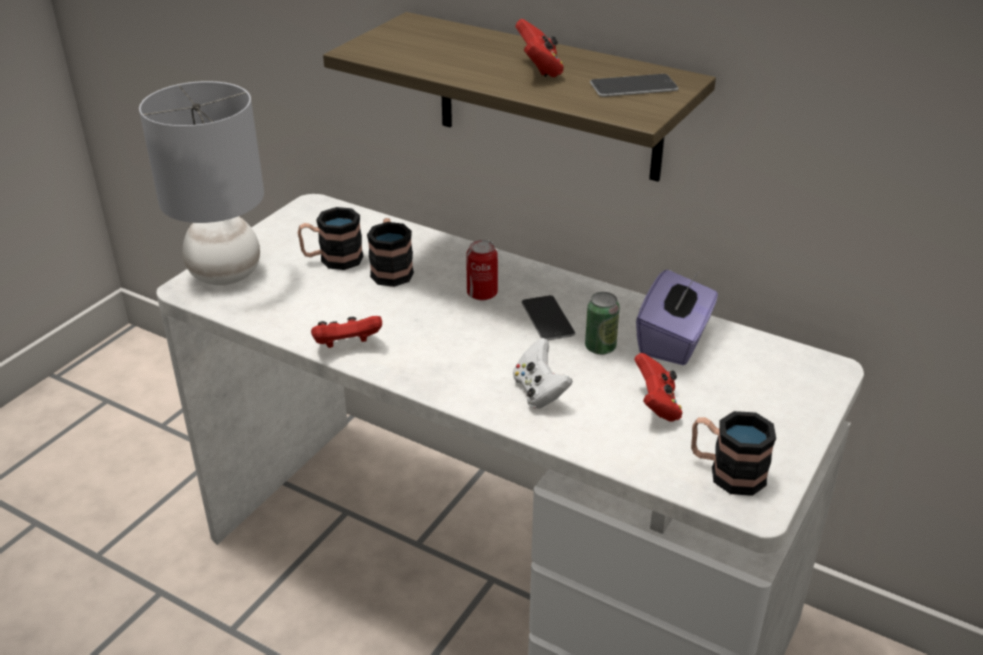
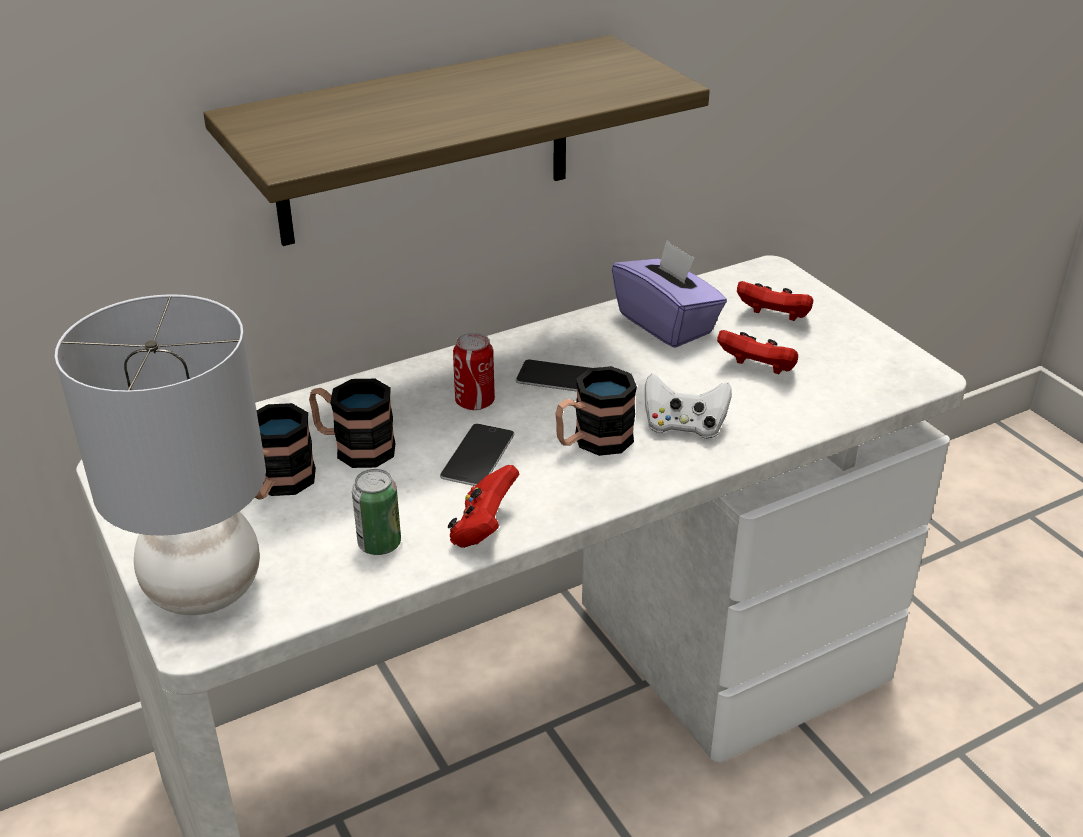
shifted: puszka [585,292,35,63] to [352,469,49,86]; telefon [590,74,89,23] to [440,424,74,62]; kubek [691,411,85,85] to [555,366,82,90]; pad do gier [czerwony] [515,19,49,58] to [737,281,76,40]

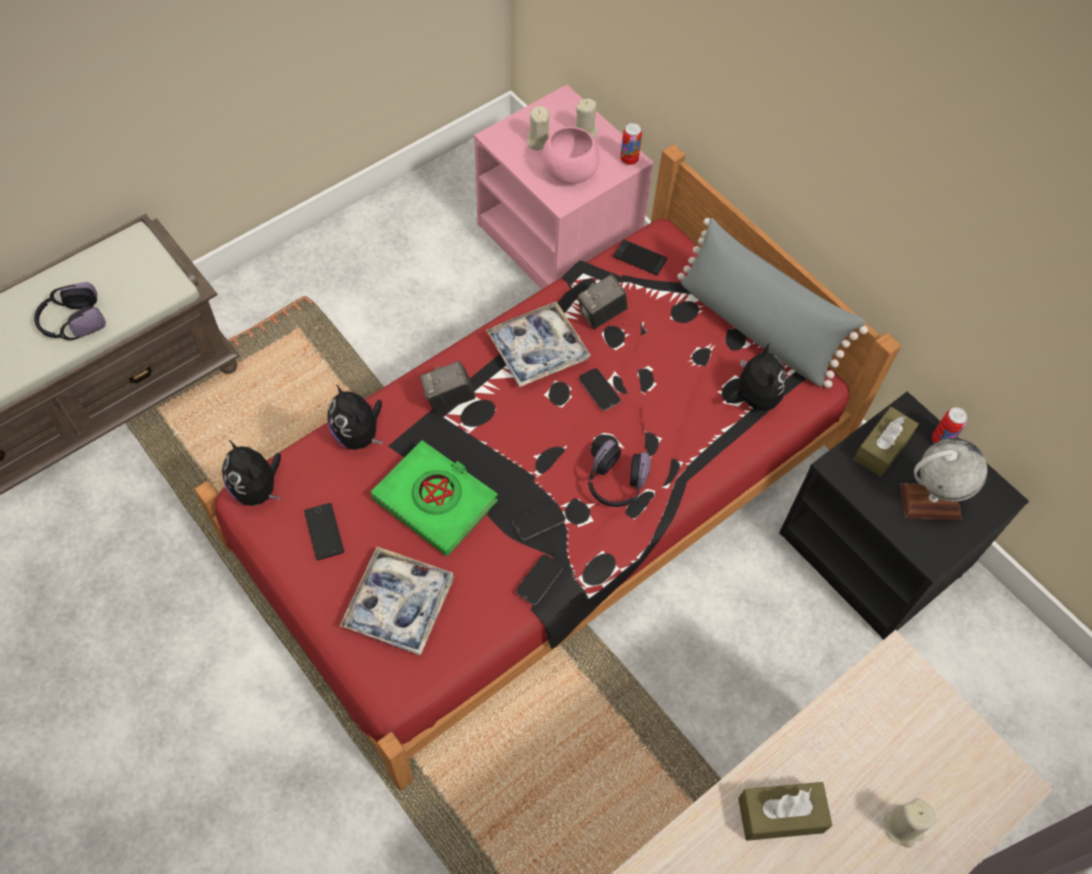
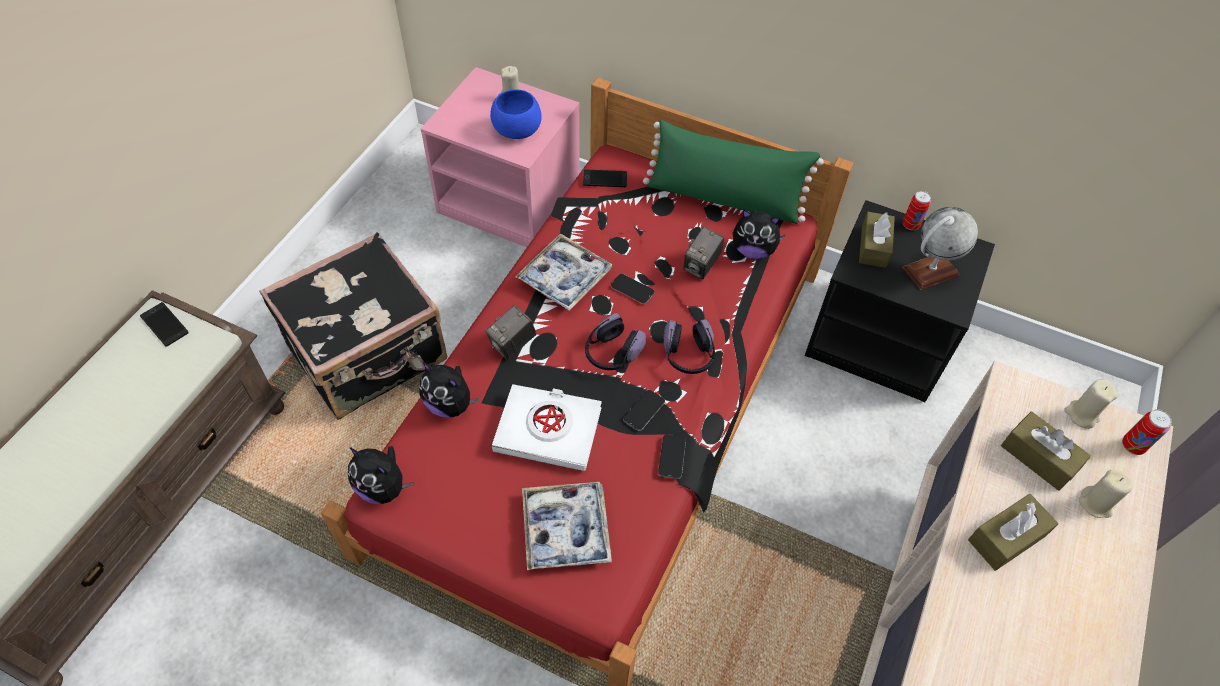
new: walizka [czarny] [259,233,188,187]; pudełko chusteczek [brązowy] [1001,411,90,80]
shifted: telefon [304,503,40,57] to [140,302,49,45]; słuchawki [34,282,72,58] to [585,313,61,57]; aparat fotograficzny [578,274,50,55] to [683,226,41,54]; świeca [beżowy] [527,106,22,44] to [1064,379,54,50]; puszka [620,123,22,42] to [1122,409,50,46]
repainted: miska [różowy] [542,127,57,57] to miska [niebieski] [490,89,52,50]; książka [zielony] [371,440,127,116] to książka [biały] [492,384,110,87]; poduszka [szary] [677,218,191,170] to poduszka [zielony] [643,120,181,104]
rotated: pluszak [726,343,61,68] = [733,210,52,49] 135 degrees clockwise

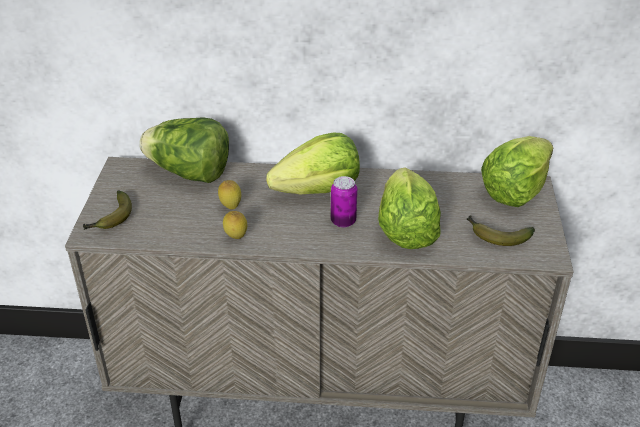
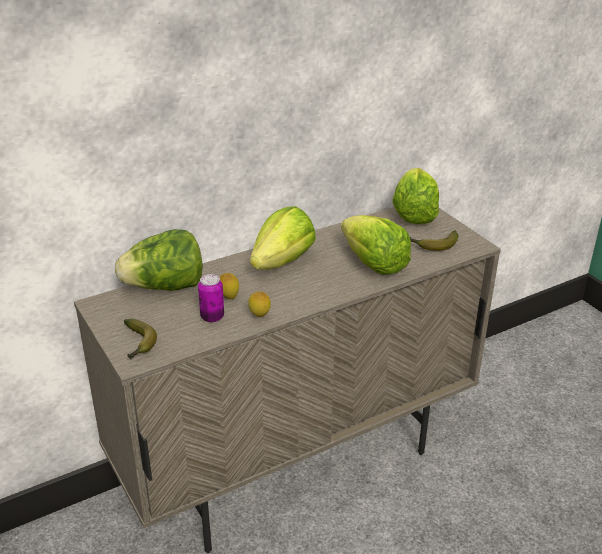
shifted: puszka [331,176,26,52] to [198,274,26,48]

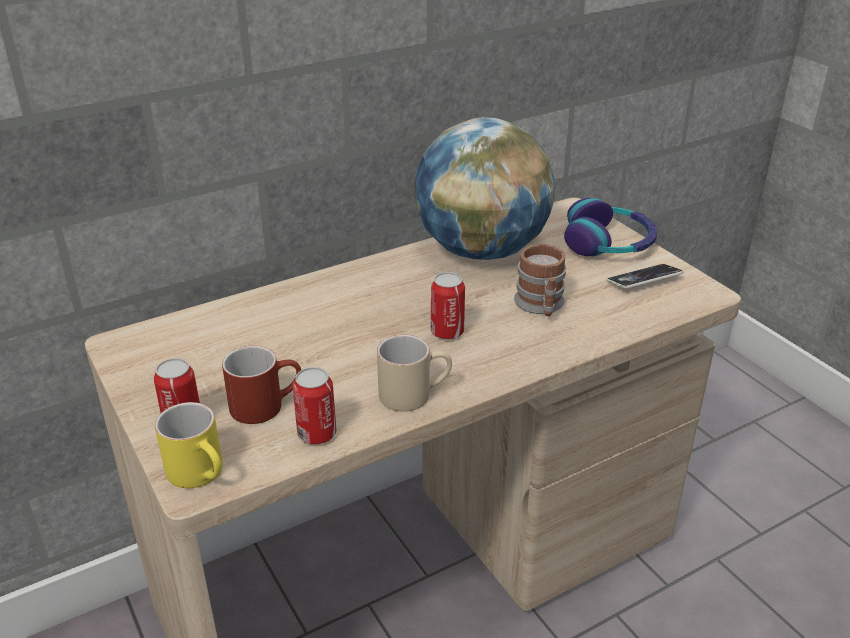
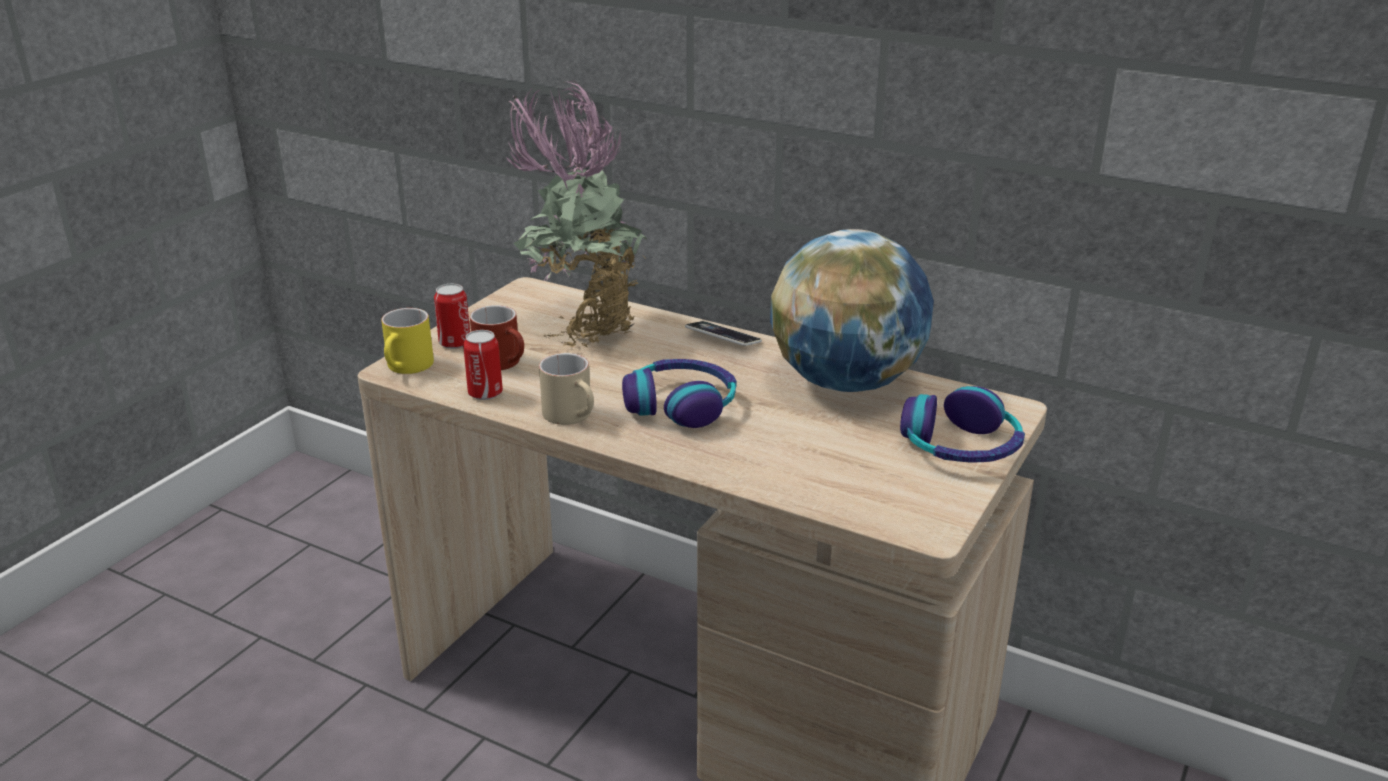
gone: kubek [514,243,52,73]
new: roślina doniczkowa [506,81,141,267]
shifted: telefon [607,264,76,25] to [685,321,77,25]
swapped: puszka [431,272,34,68] to słuchawki [622,359,115,69]

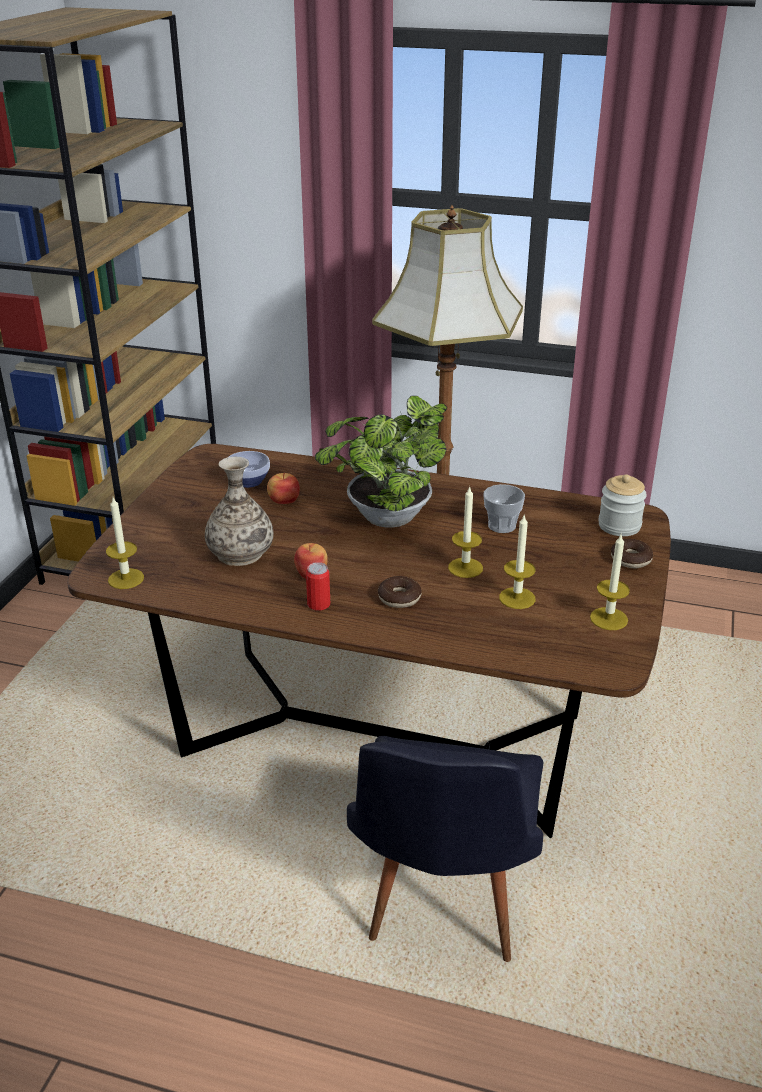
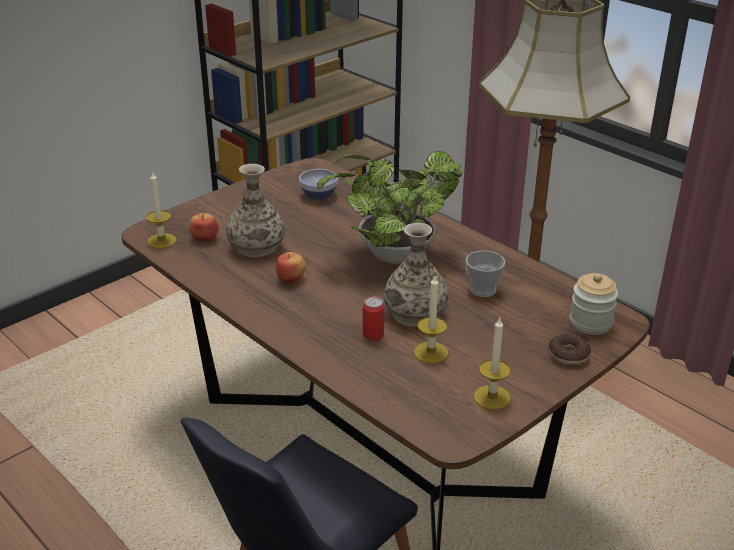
gone: donut [377,576,45,32]
shifted: jabłko [267,473,33,31] to [189,213,29,29]; puszka [306,562,24,49] to [363,297,21,44]
swapped: świeca [448,486,35,92] to wazon [384,223,64,104]

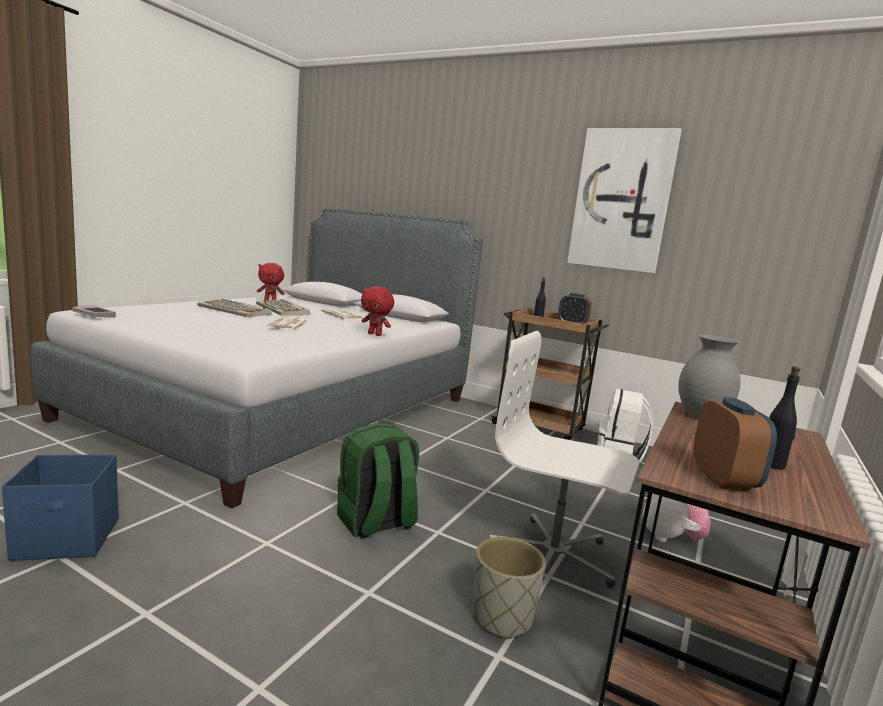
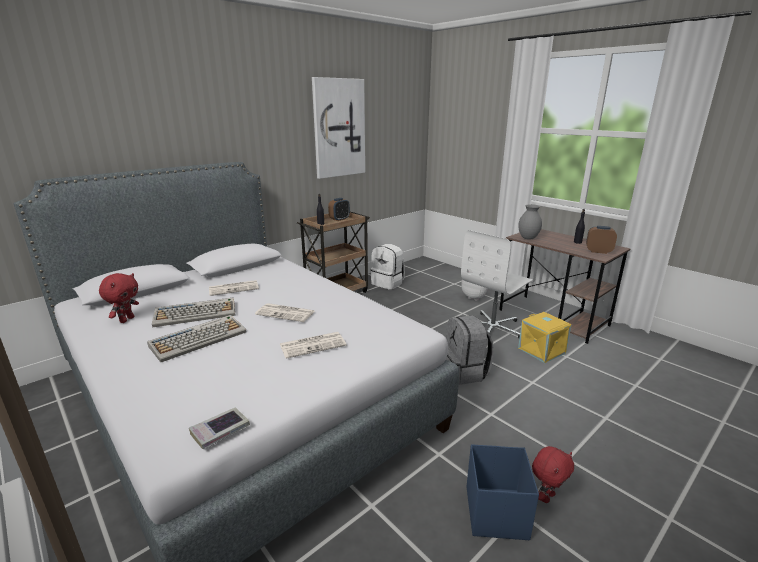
new: gazeta [280,332,66,27]
shifted: pluszak [czerwony] [361,286,33,50] to [532,446,42,57]
swapped: donica [szary] [473,537,73,102] to pojemnik do przechowywania [żółty] [518,312,53,51]
repainted: plecak [zielony] [337,423,82,116] to plecak [szary] [445,315,49,70]

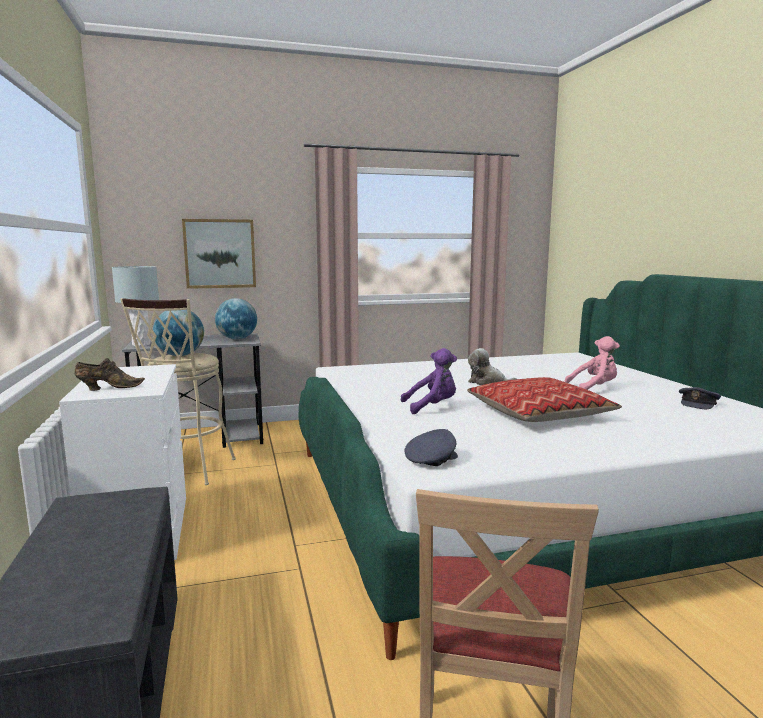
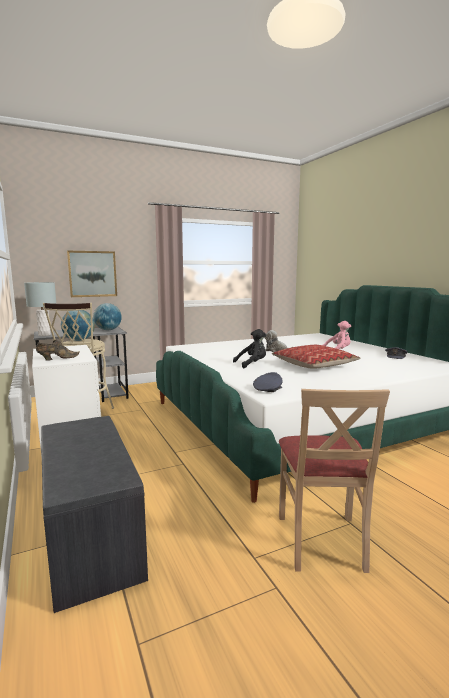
repainted: pluszak [fioletowy] [401,348,56,66] to pluszak [czarny] [233,329,34,40]

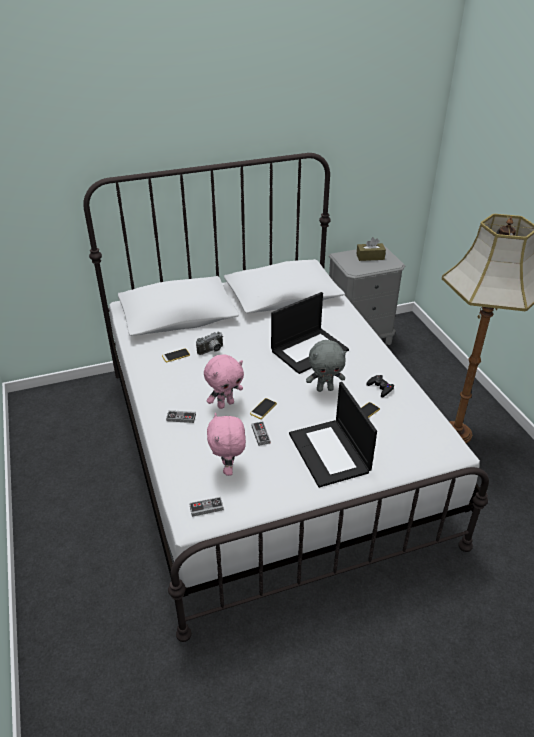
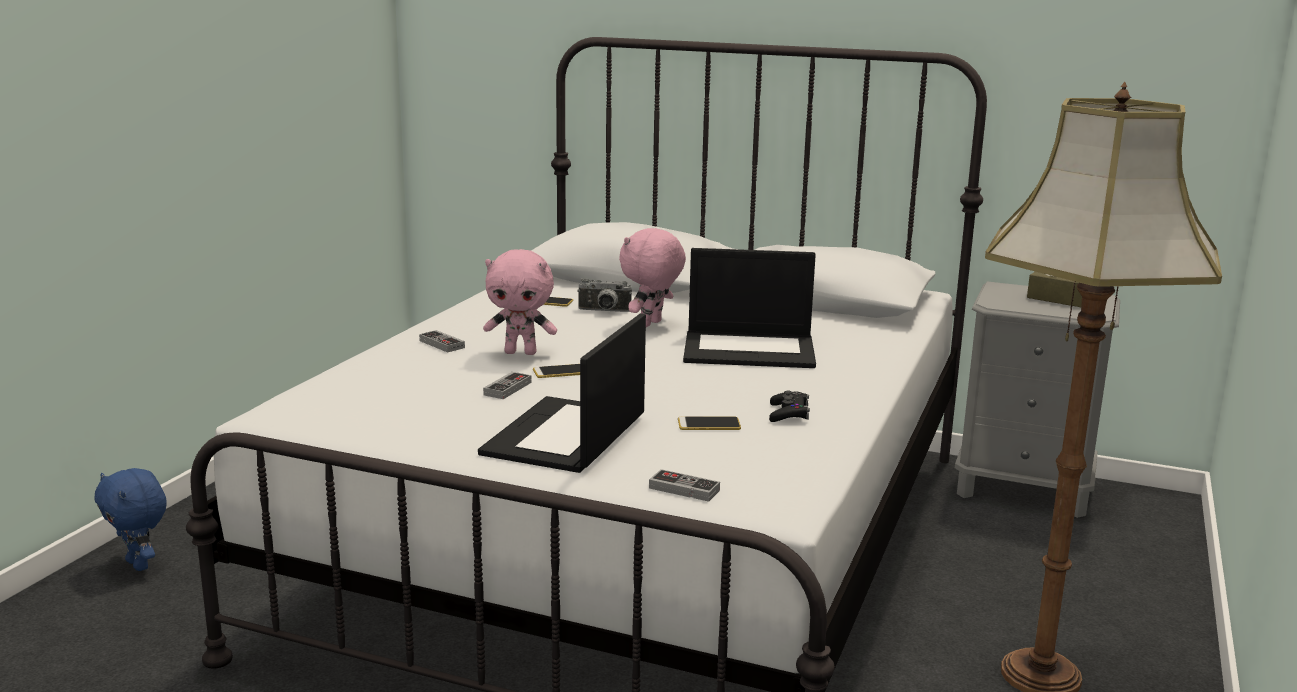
gone: pluszak [szary] [306,340,40,52]
new: pluszak [niebieski] [94,468,73,103]
shifted: pluszak [różowy] [207,412,39,64] to [619,228,67,99]; pad do gier [189,497,35,20] to [649,469,71,33]

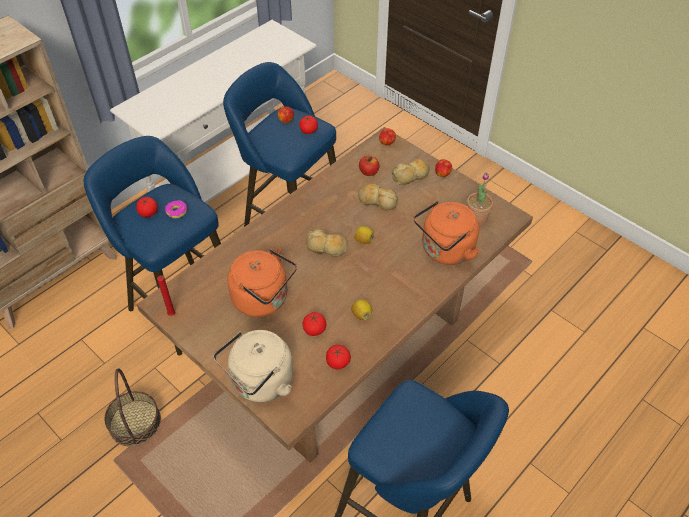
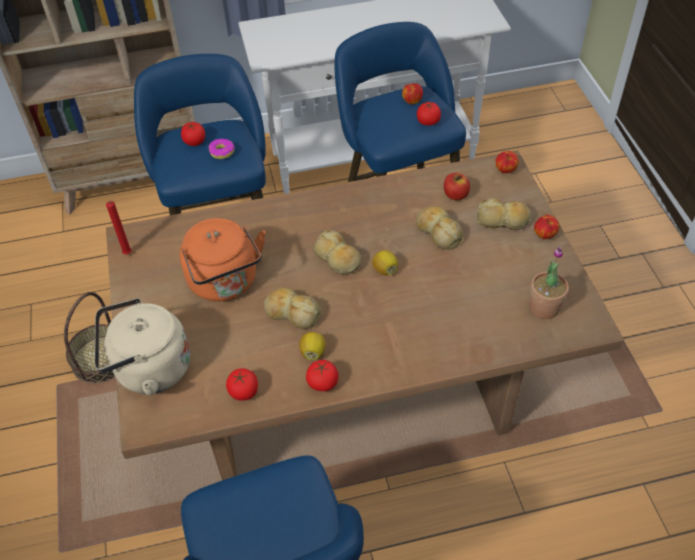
gone: czajnik [pomarańczowy] [414,201,66,64]
new: chleb [264,288,58,41]
shifted: pomidor [302,312,24,24] to [306,360,33,31]

